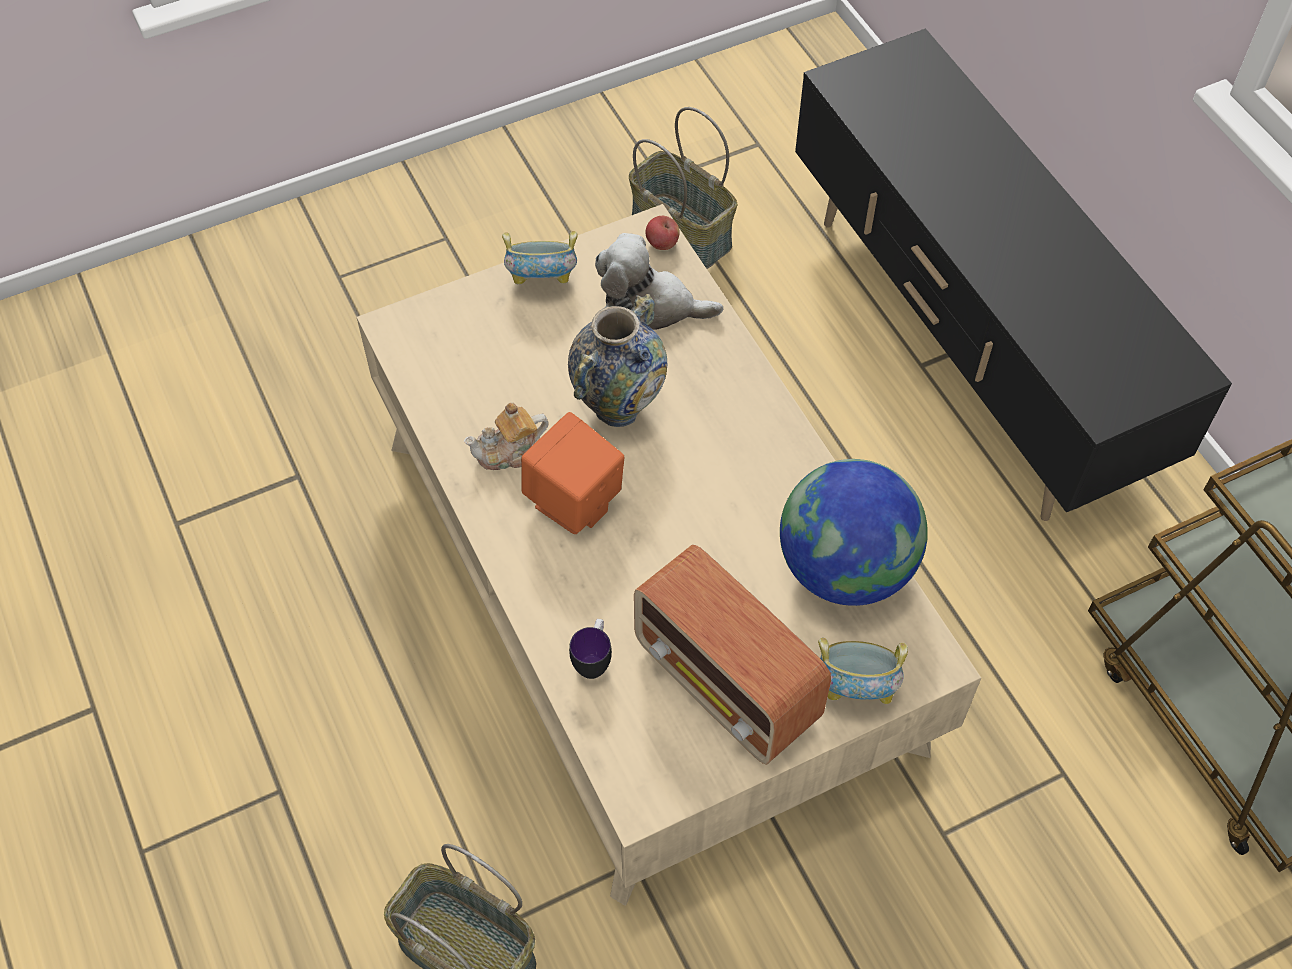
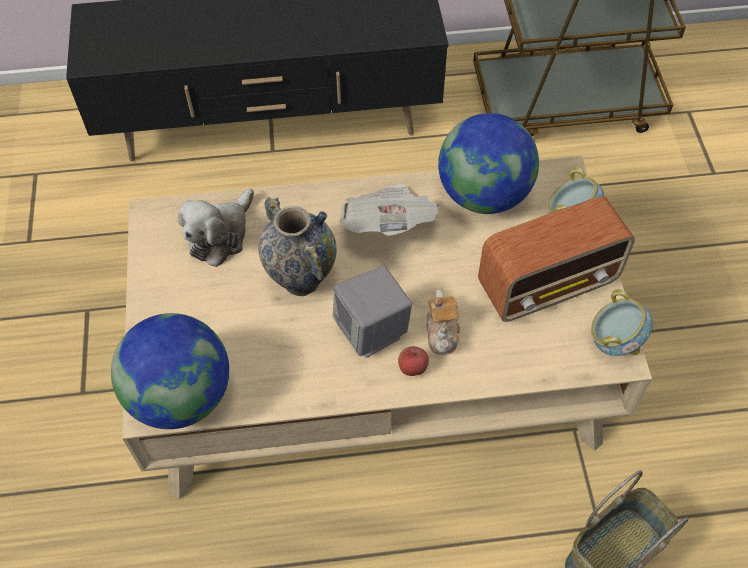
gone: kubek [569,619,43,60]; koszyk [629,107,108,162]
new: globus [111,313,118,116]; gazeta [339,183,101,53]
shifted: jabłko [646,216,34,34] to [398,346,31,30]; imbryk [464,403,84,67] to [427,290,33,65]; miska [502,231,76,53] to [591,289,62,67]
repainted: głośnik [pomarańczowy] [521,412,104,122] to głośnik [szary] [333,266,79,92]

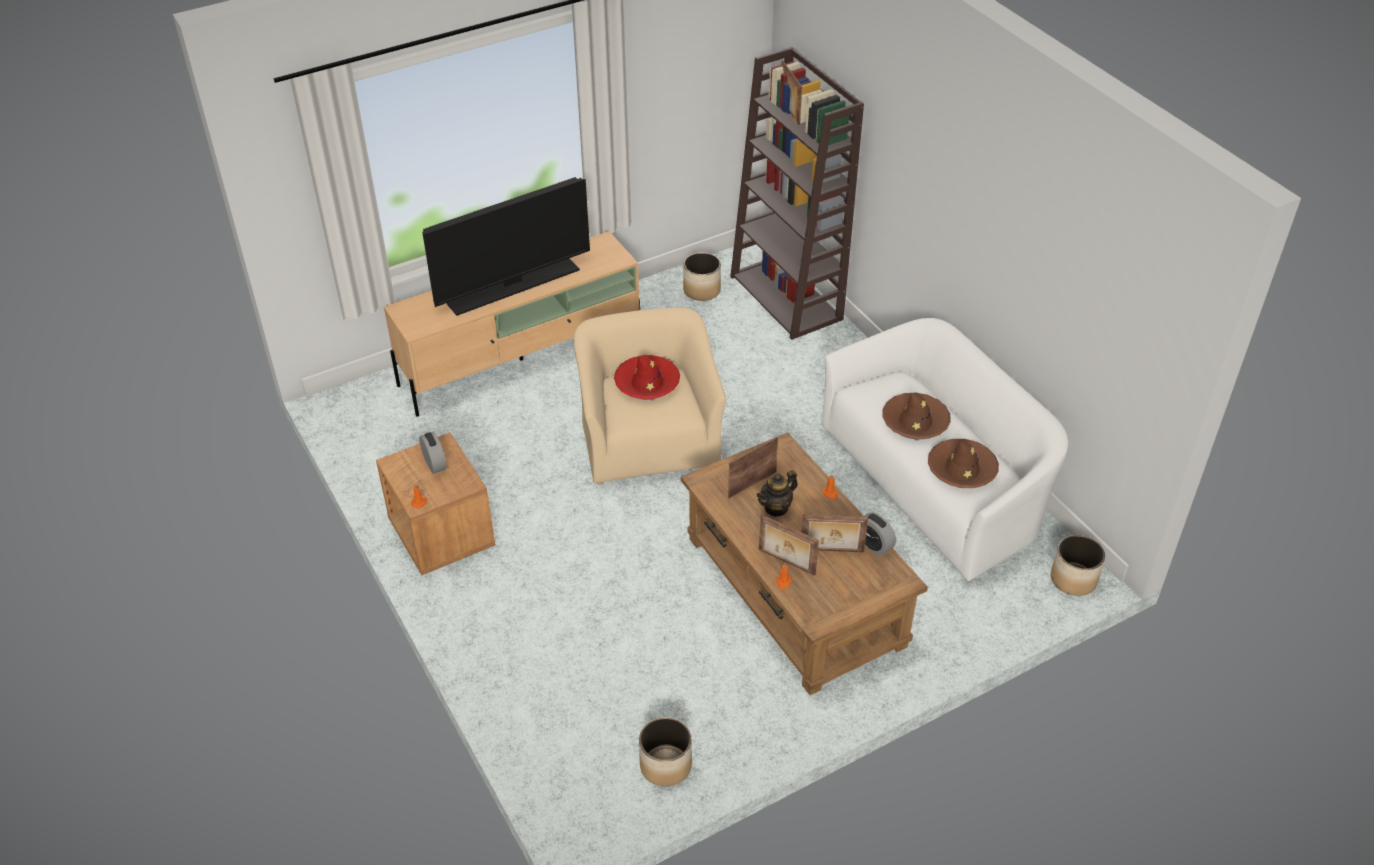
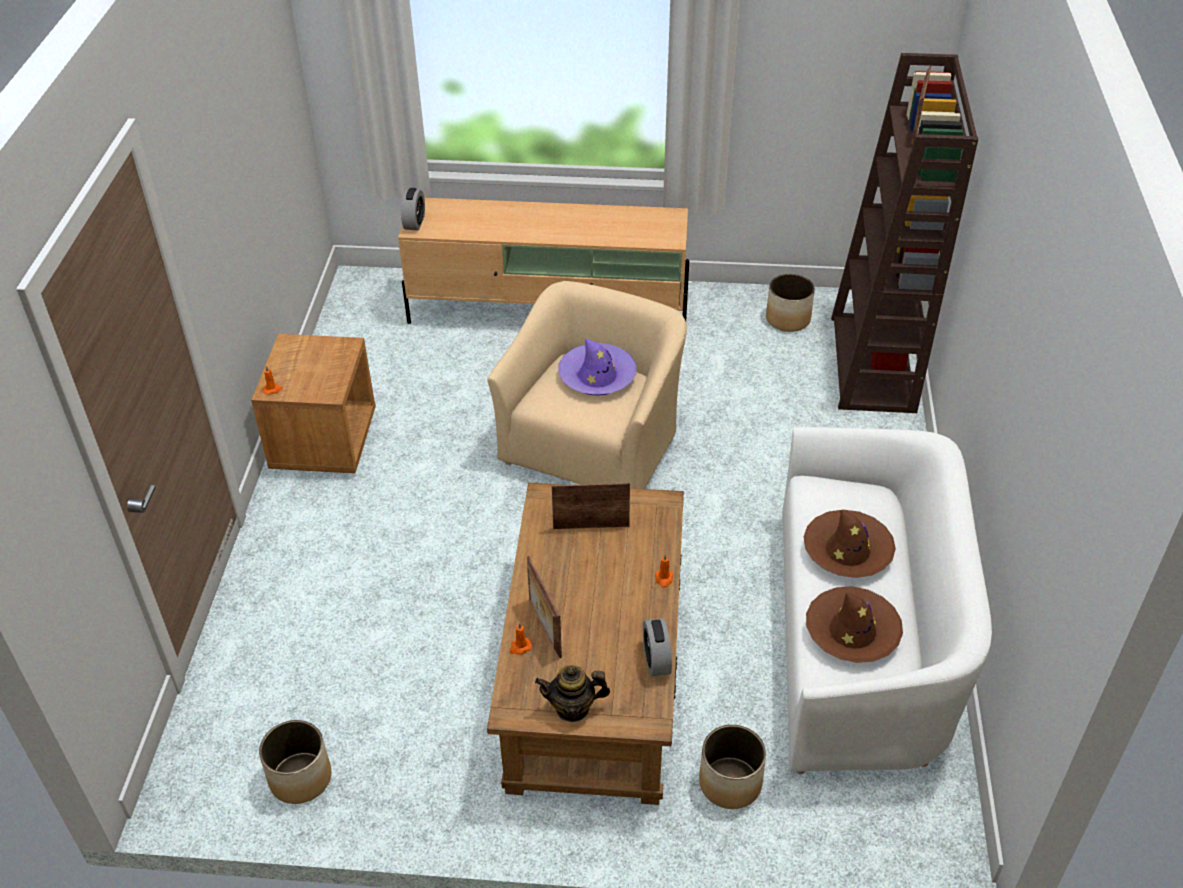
gone: telewizor [422,177,168,139]; ramka na zdjęcie [801,514,67,38]
shifted: budzik [419,432,28,42] to [401,188,24,43]; imbryk [757,470,41,47] to [535,665,75,57]; donica [1051,535,54,61] to [699,725,67,84]
repainted: kapelusz [czerwony] [614,355,66,45] to kapelusz [fioletowy] [558,338,79,58]

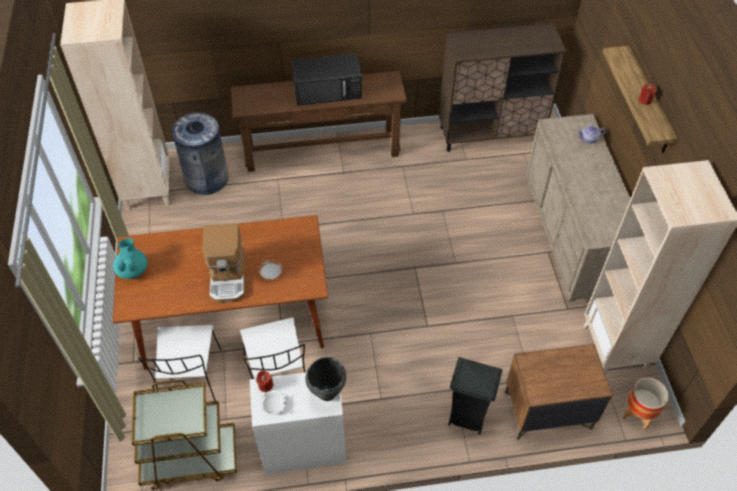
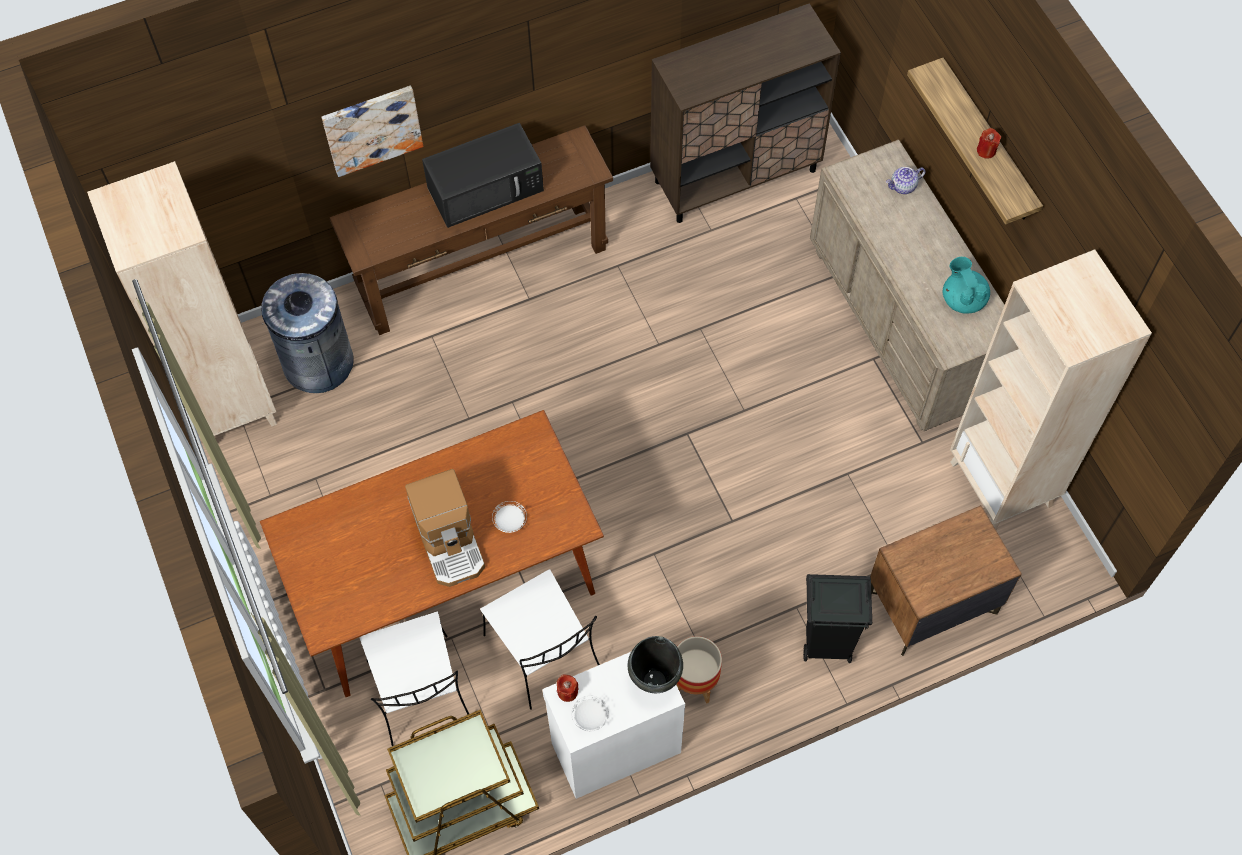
new: obraz [322,86,101,91]
shifted: donica [622,378,47,52] to [676,636,46,68]; imbryk [turkusowy] [113,238,35,41] to [943,257,47,57]

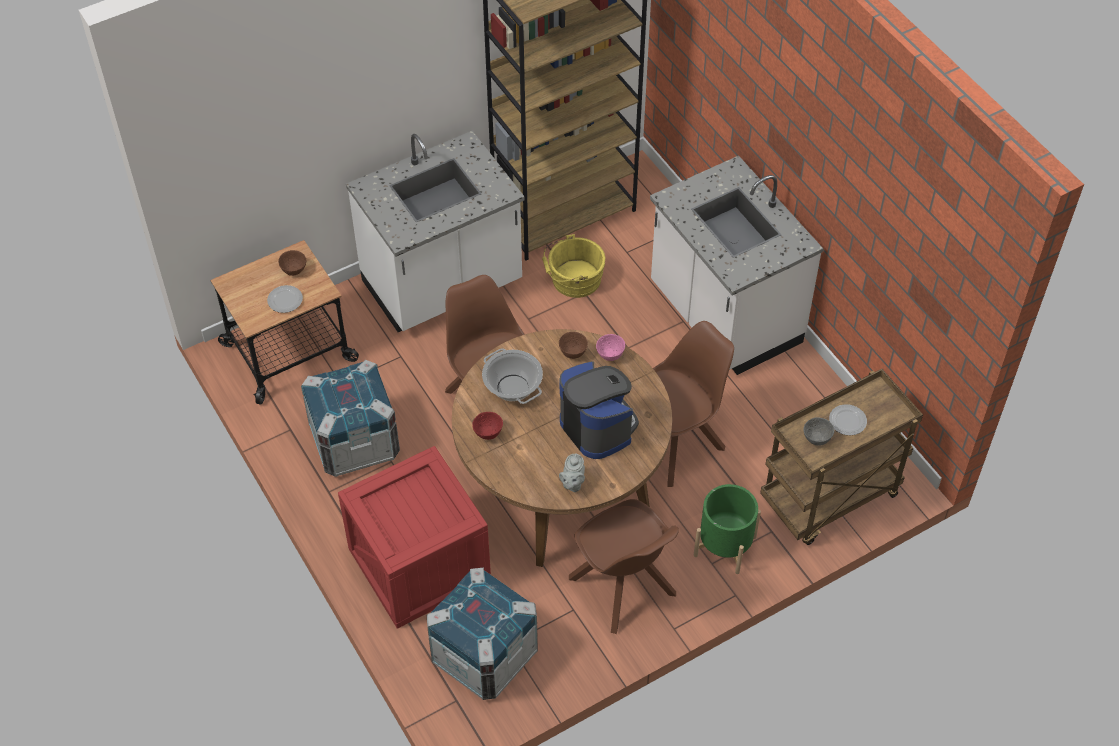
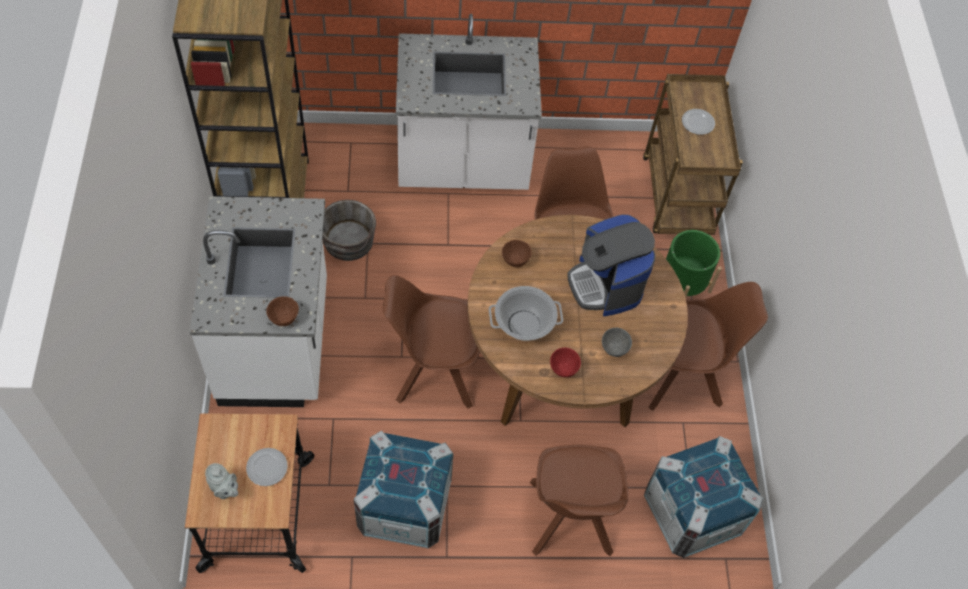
gone: miska [różowy] [596,334,29,27]
shifted: imbryk [szary] [559,454,26,38] to [205,463,33,36]; miska [brązowy] [278,250,28,26] to [266,296,33,30]; miska [szary] [804,418,30,28] to [602,328,30,29]
swapped: skrzynka [338,446,153,183] to krzesło [brązowy] [529,445,99,111]
repainted: wiadro [żółty] [542,234,63,64] to wiadro [szary] [323,200,53,61]
rotated: ekspres do kawy [560,361,79,98] = [567,214,89,102] 105 degrees counterclockwise

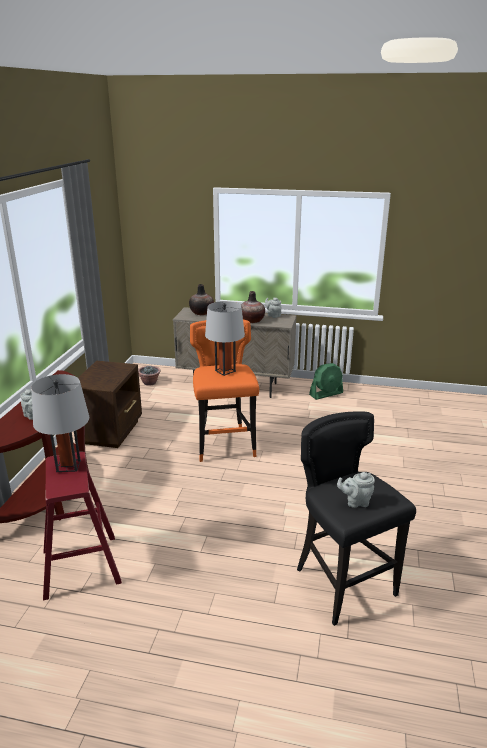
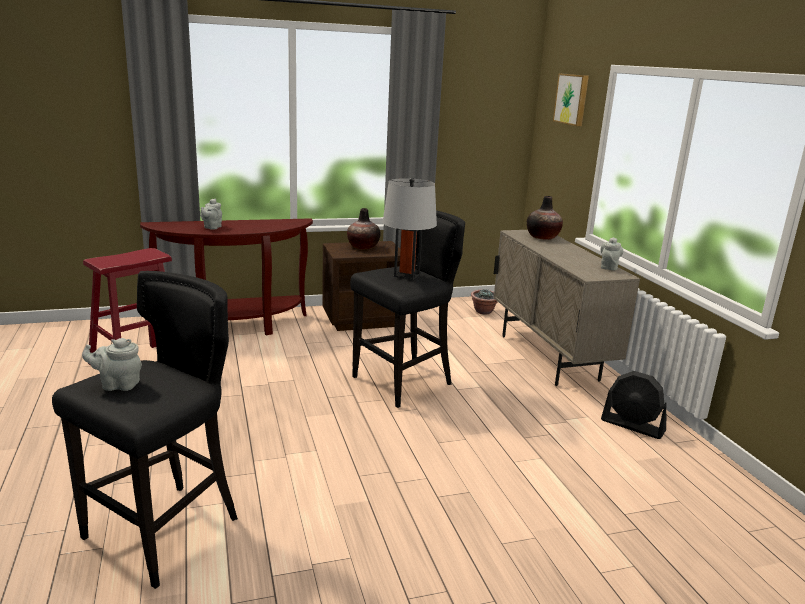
gone: lampa stołowa [szary] [31,374,58,98]
new: obraz [553,73,36,53]
shifted: wazon [241,291,24,32] to [347,208,34,42]
repainted: stołek [pomarańczowy] [190,320,69,142] to stołek [czarny] [350,210,115,198]; wentylator [zielony] [309,363,34,37] to wentylator [czarny] [601,371,65,68]
rotated: imbryk [szary] [337,472,38,36] = [82,338,60,53] 60 degrees counterclockwise

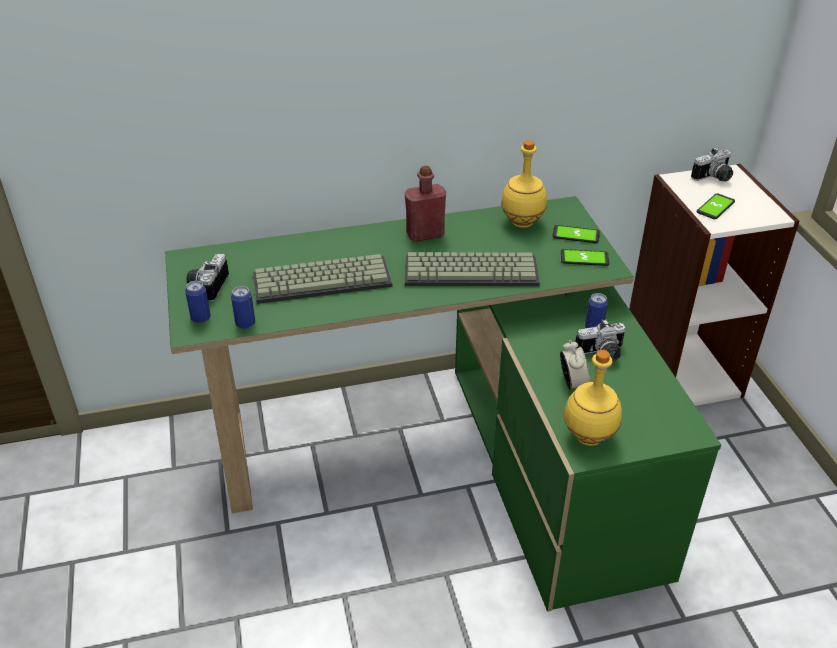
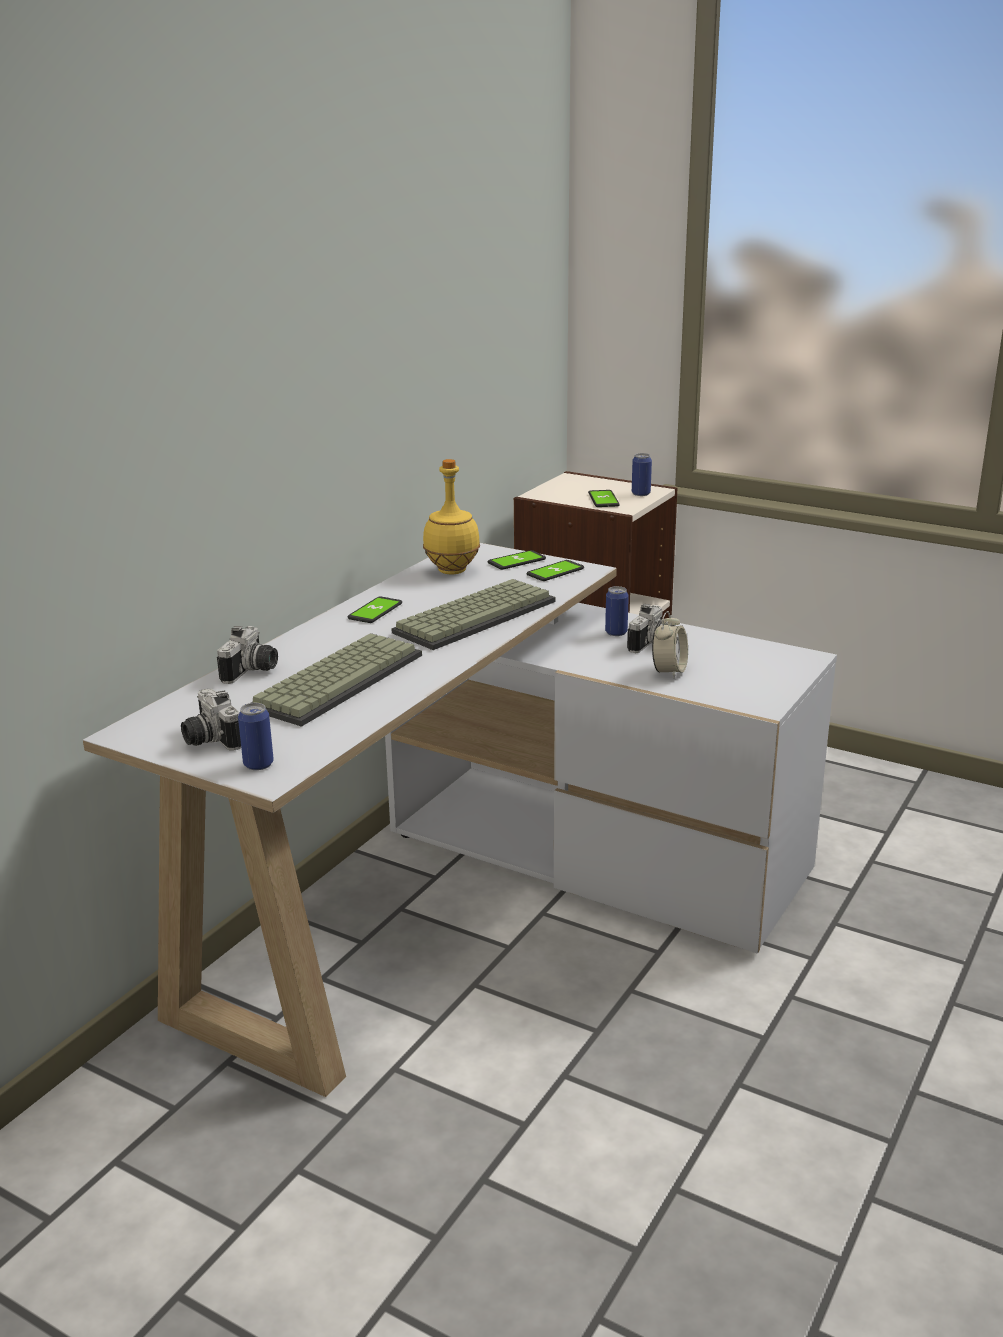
gone: butelka [żółty] [564,350,58,96]
shifted: aparat fotograficzny [691,147,42,35] to [217,626,61,58]; puszka [231,286,24,43] to [632,453,20,43]
swapped: butelka [czerwony] [405,166,41,76] to telefon [348,597,54,26]
repainted: biurko [zielony] [165,196,556,416] to biurko [biały] [83,543,754,554]
rotated: budzik [560,340,30,49] = [652,611,36,68] 75 degrees clockwise

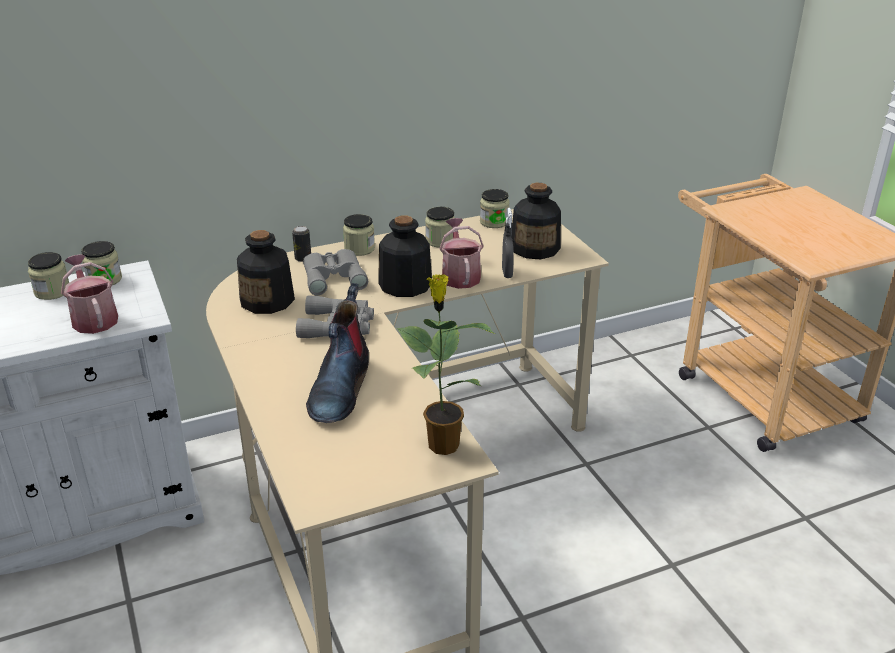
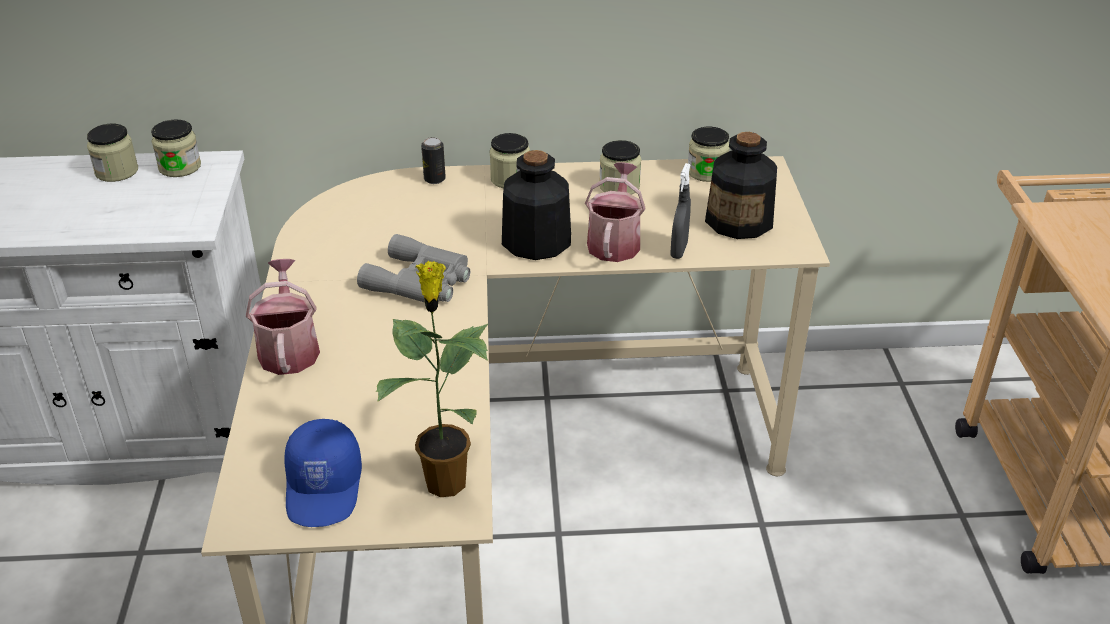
gone: butelka [237,230,58,84]; lornetka [szary] [303,249,65,47]; but z cholewką [306,283,63,140]
new: czapka z daszkiem [niebieski] [284,419,78,108]
shifted: konewka [61,254,57,80] to [246,259,74,116]

